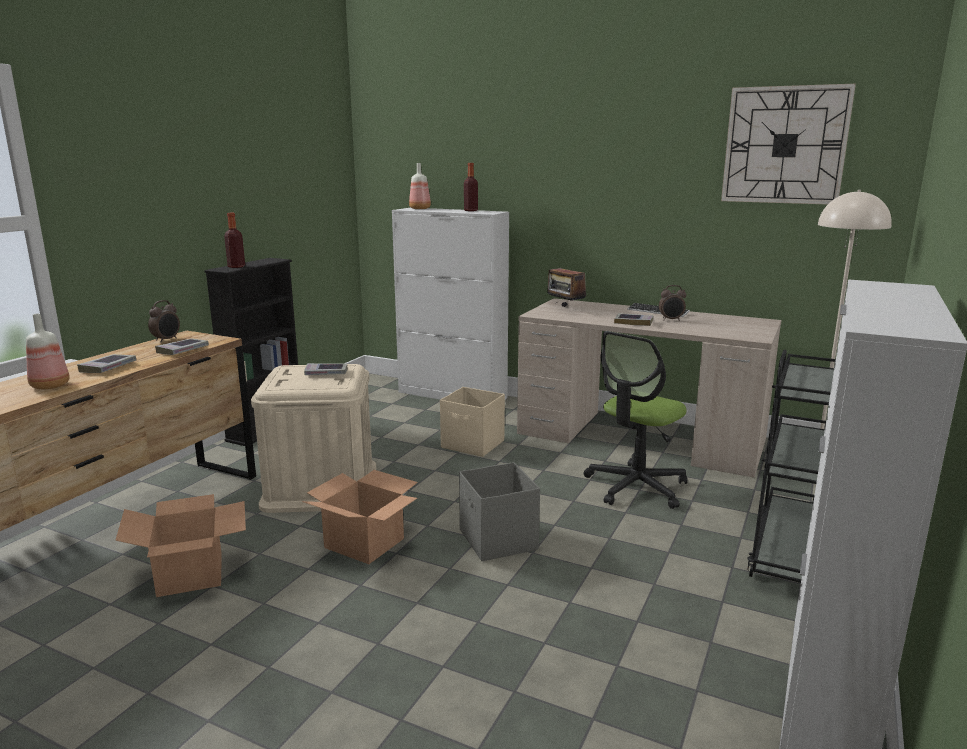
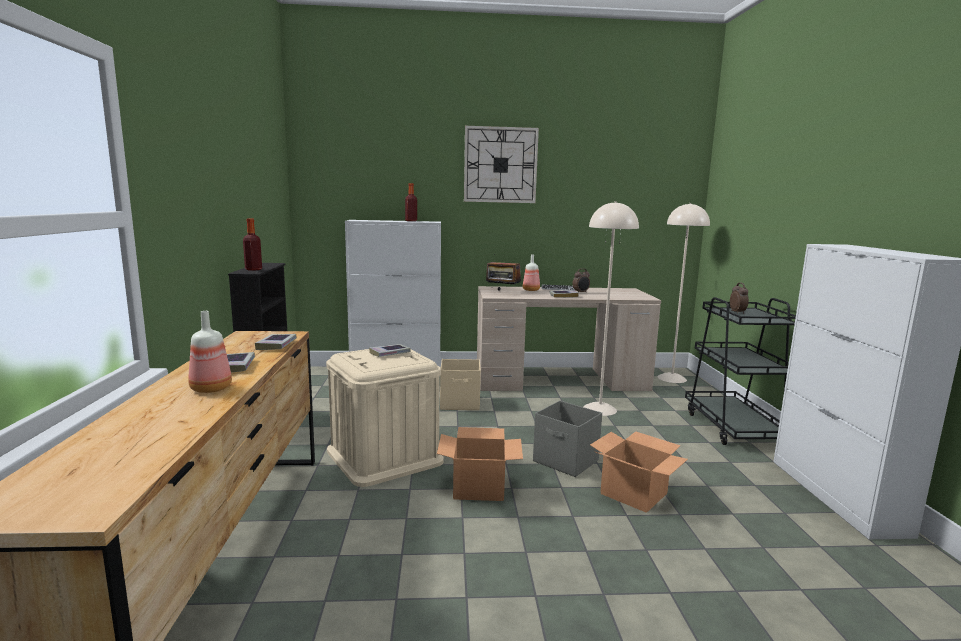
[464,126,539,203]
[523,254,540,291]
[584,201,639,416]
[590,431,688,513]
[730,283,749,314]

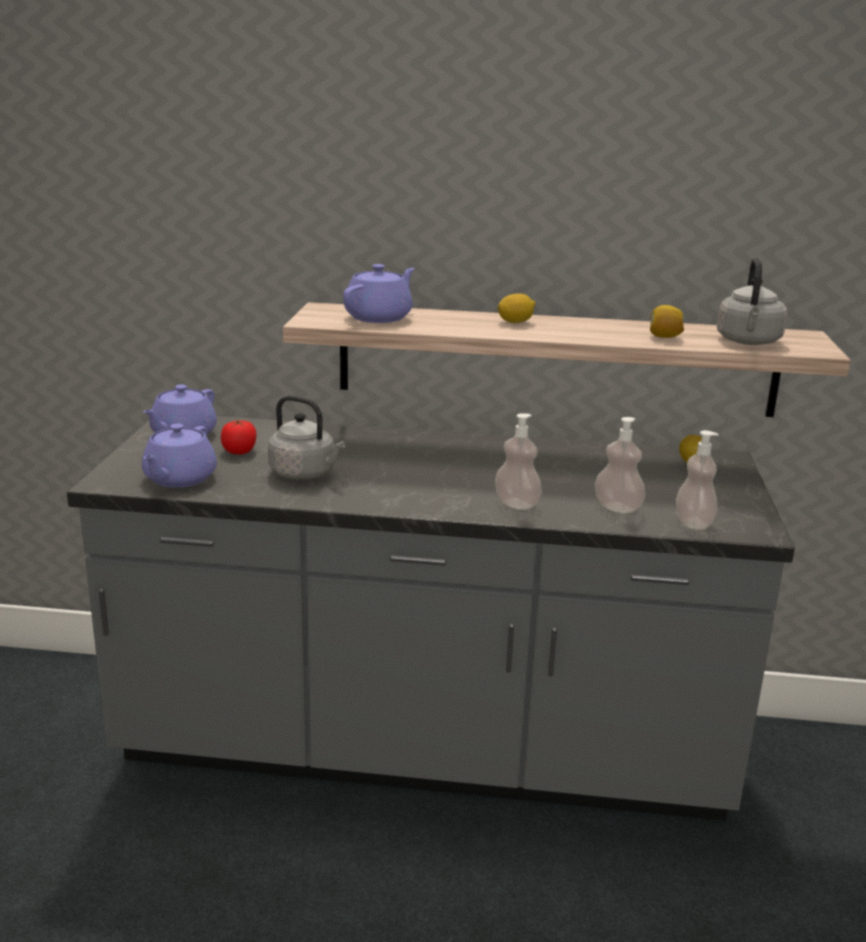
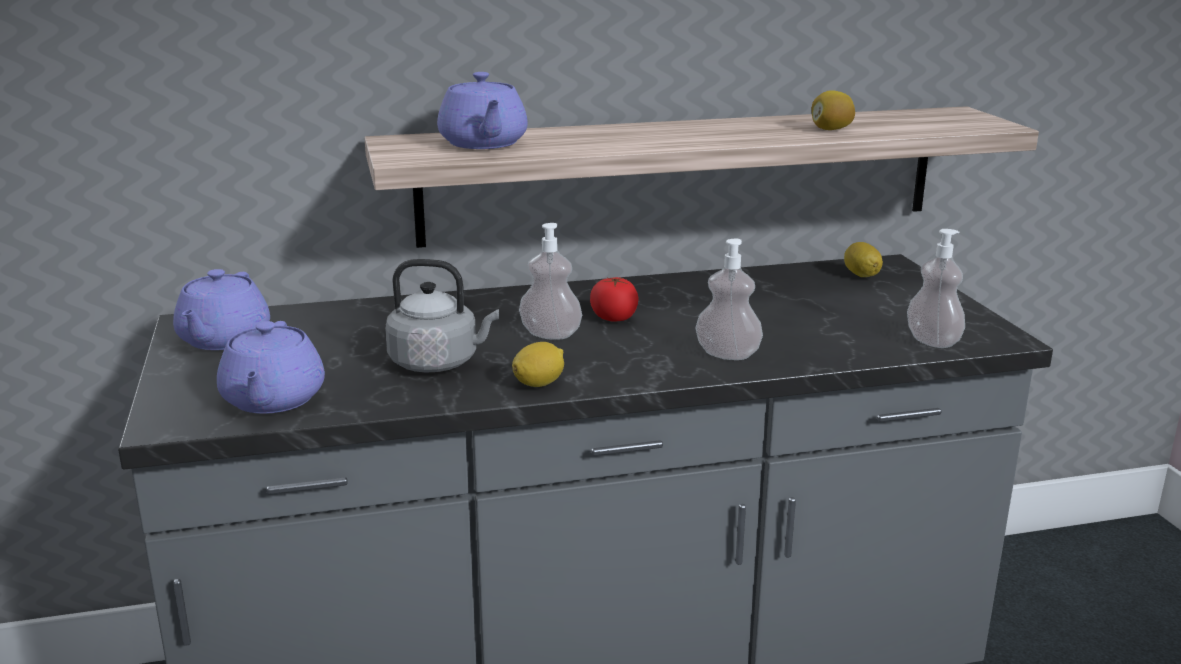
[437,72,528,149]
[512,342,564,387]
[519,223,582,340]
[590,277,639,321]
[717,258,787,345] (first image)

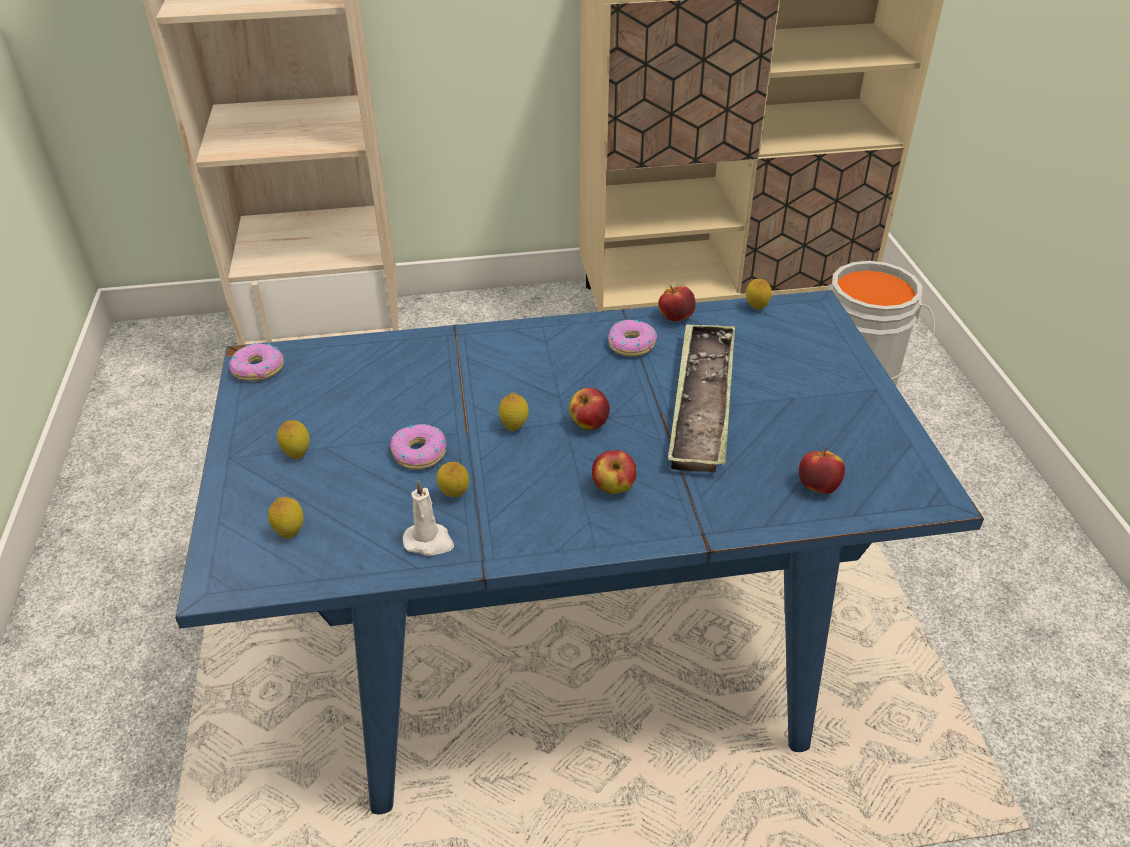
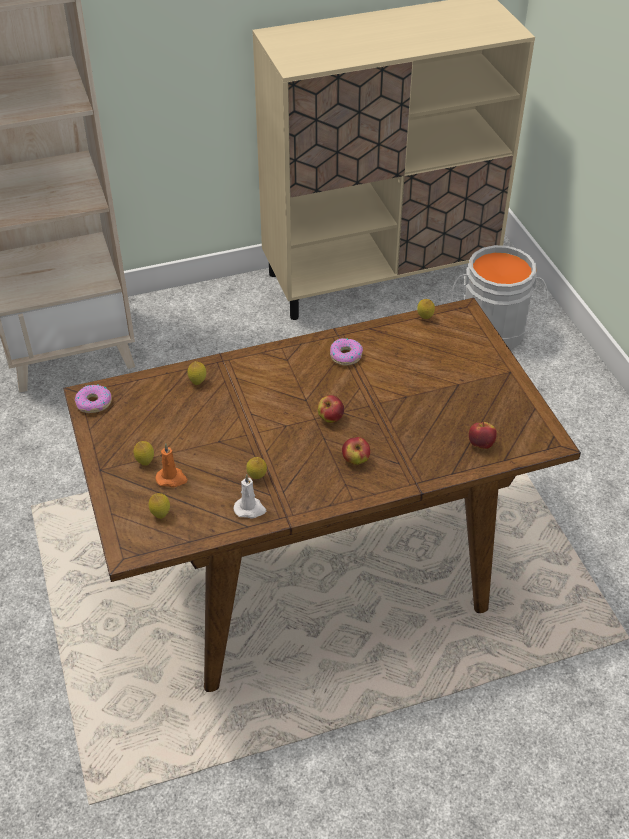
[63,298,581,692]
[155,443,188,487]
[188,361,206,385]
[390,424,446,469] (first image)
[658,285,695,321] (first image)
[668,323,735,473] (first image)

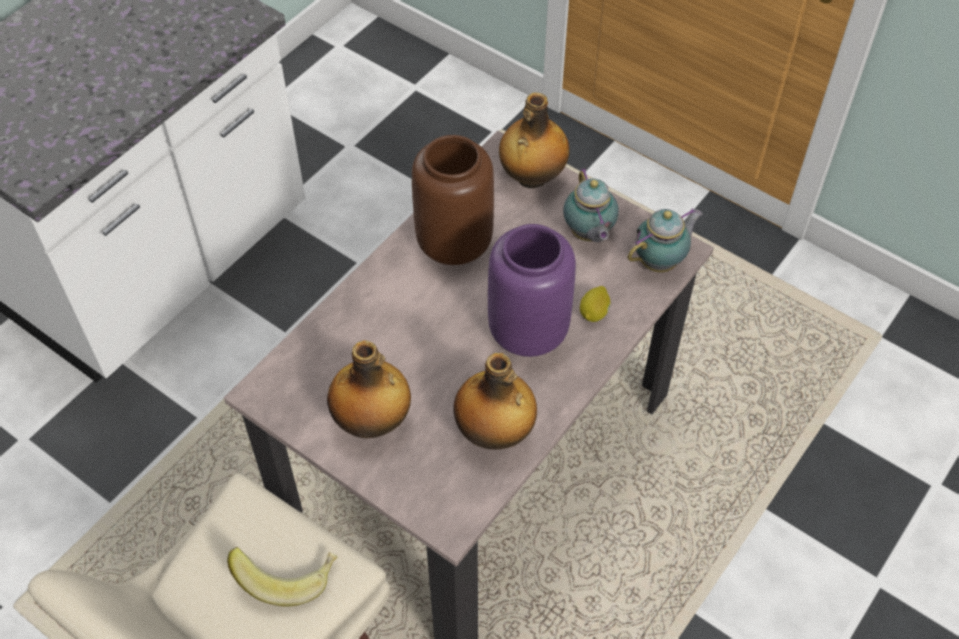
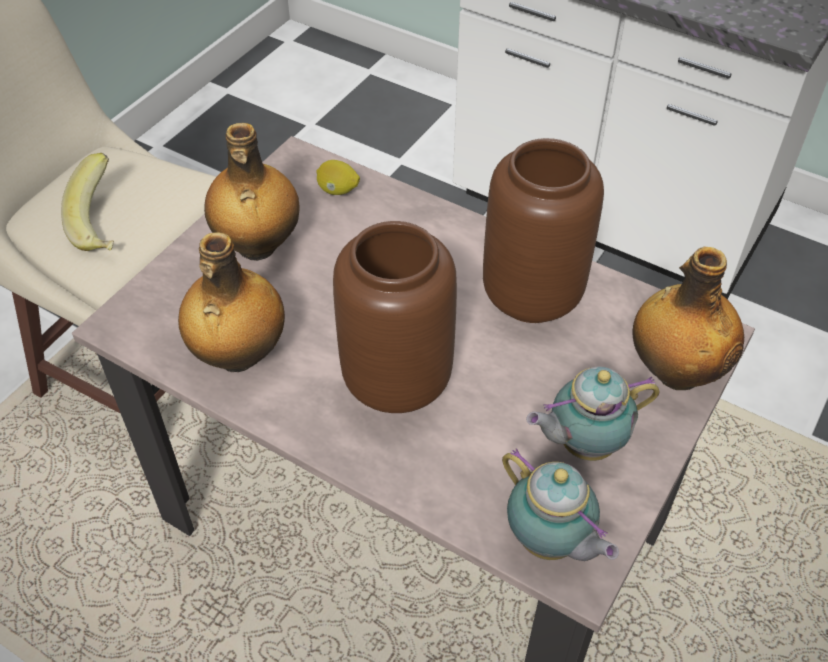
[316,160,360,195]
[333,221,457,413]

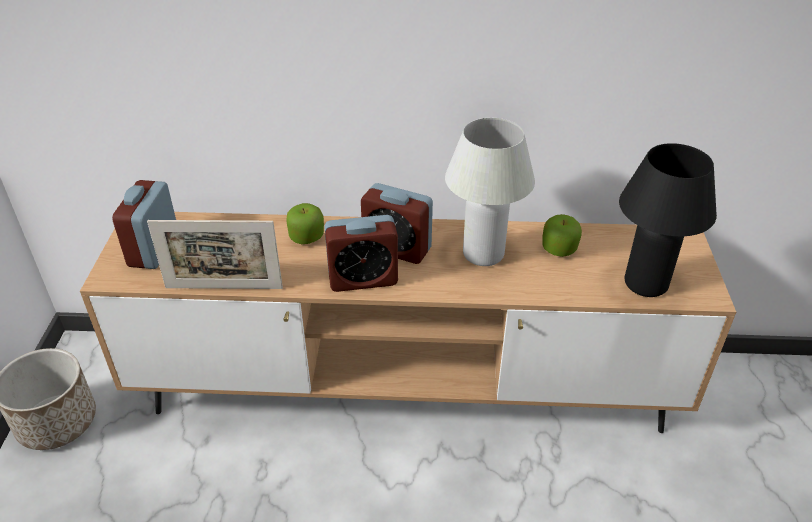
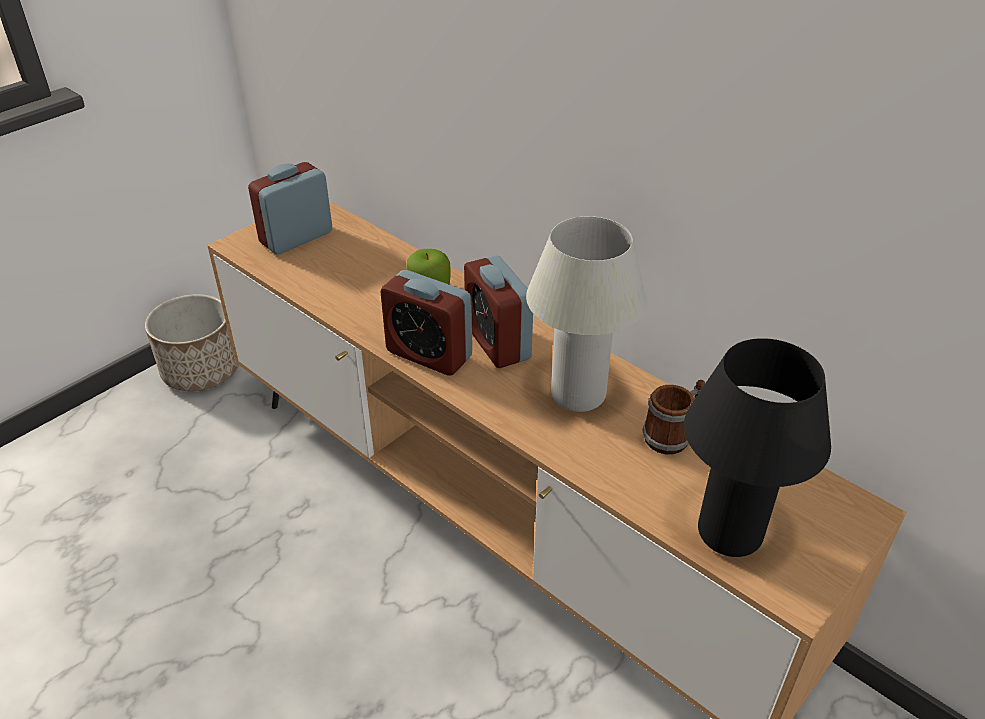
[642,380,705,454]
[147,220,283,289] (first image)

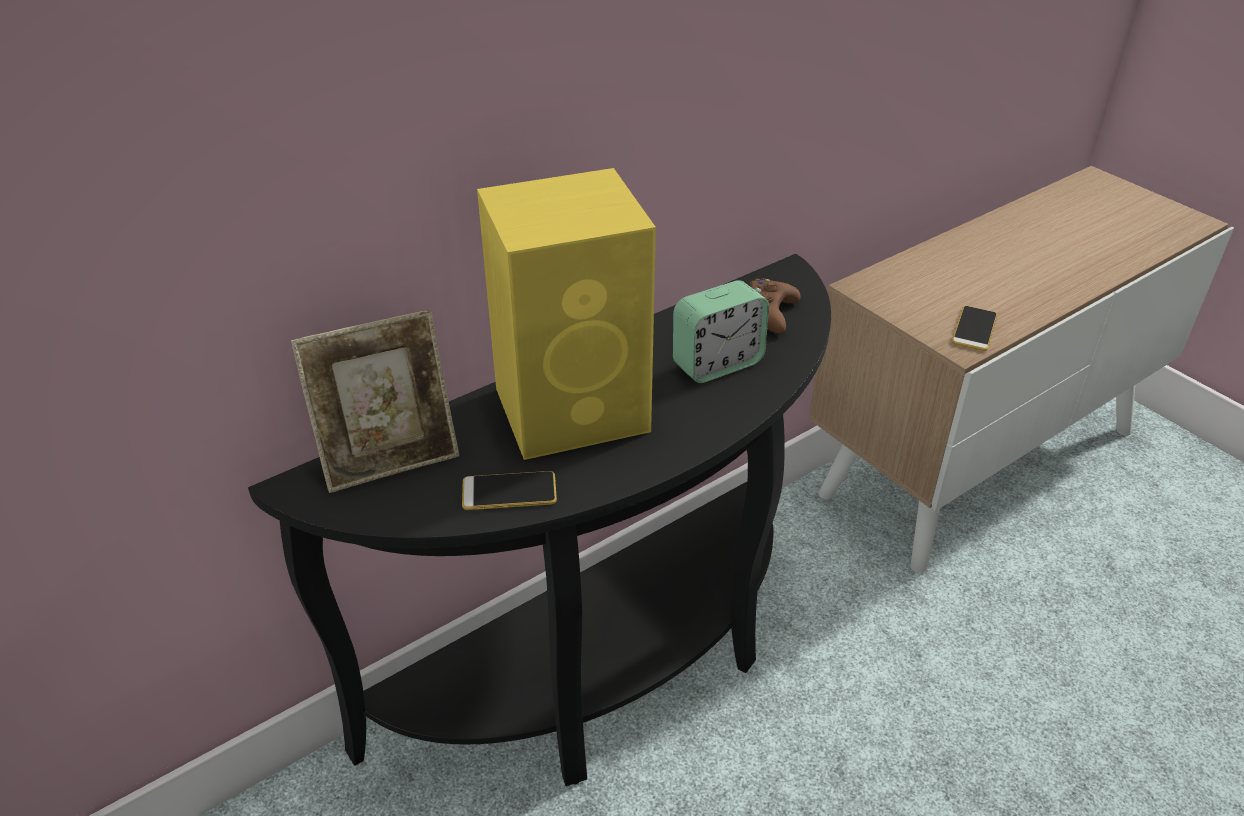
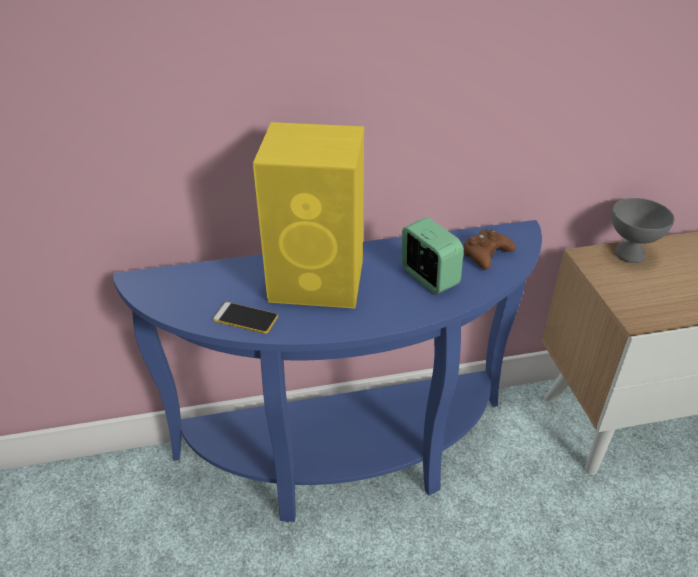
[113,220,542,522]
[402,217,464,294]
[612,198,674,263]
[291,309,459,493] (first image)
[952,306,998,351] (first image)

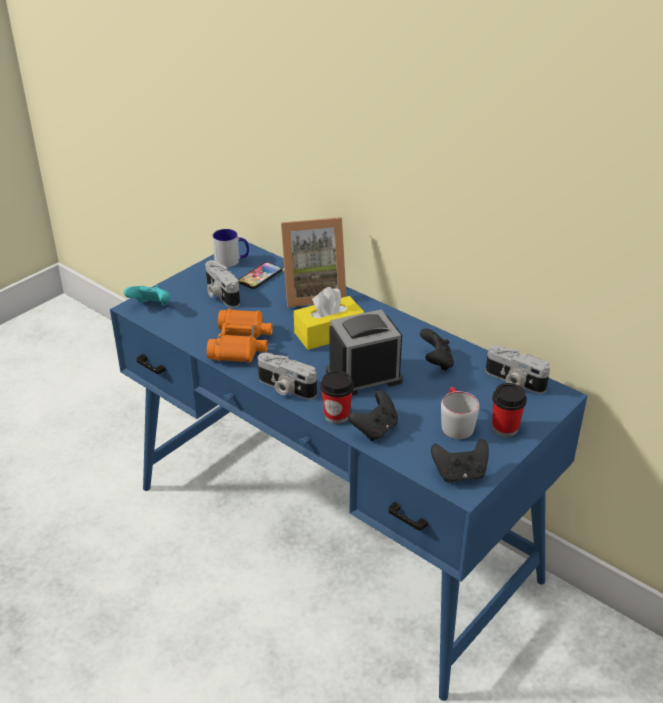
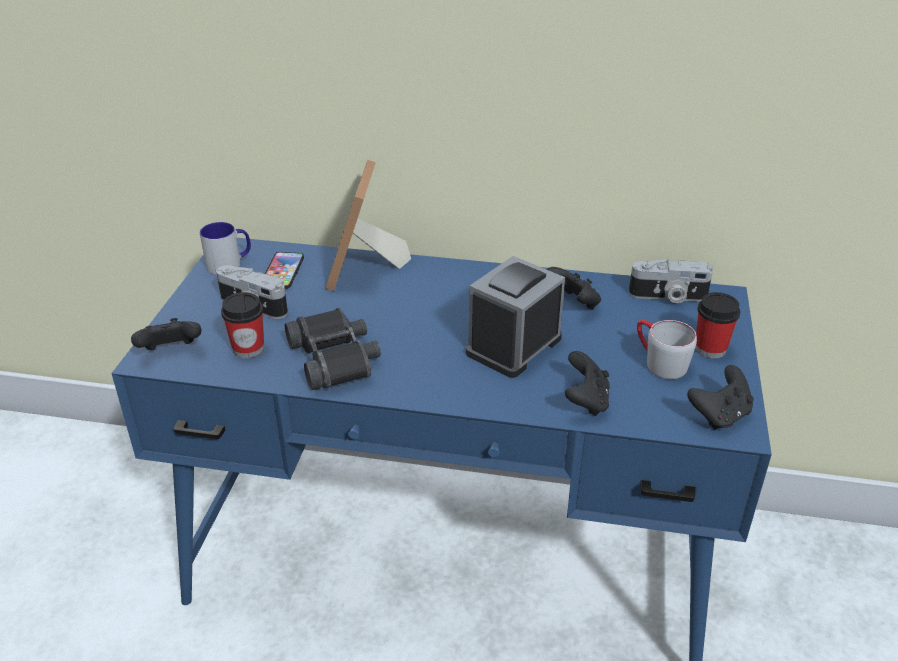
[131,318,201,350]
[221,292,264,358]
[285,308,381,390]
[325,160,411,291]
[258,353,317,399] (first image)
[294,287,365,350] (first image)

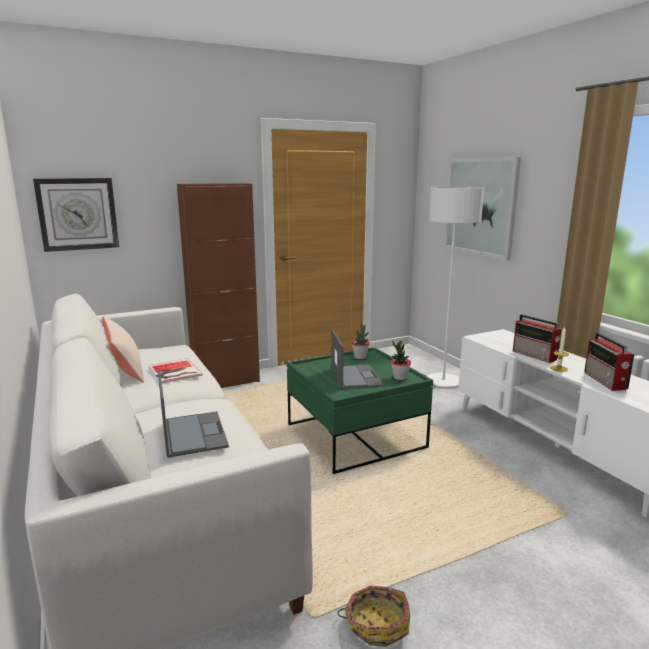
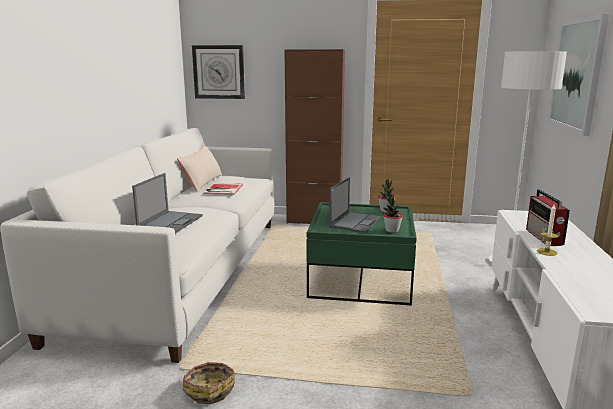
[584,333,634,391] (first image)

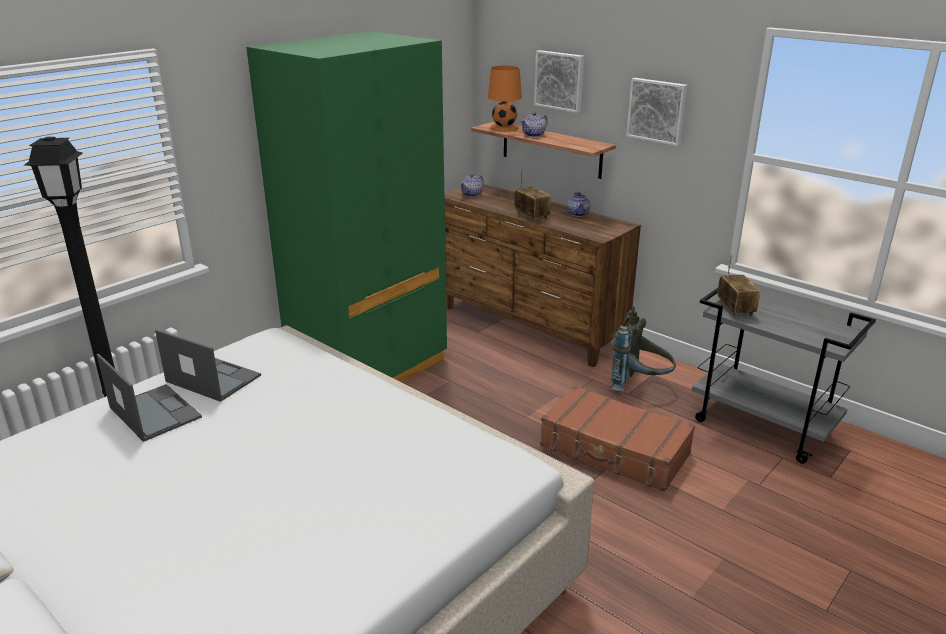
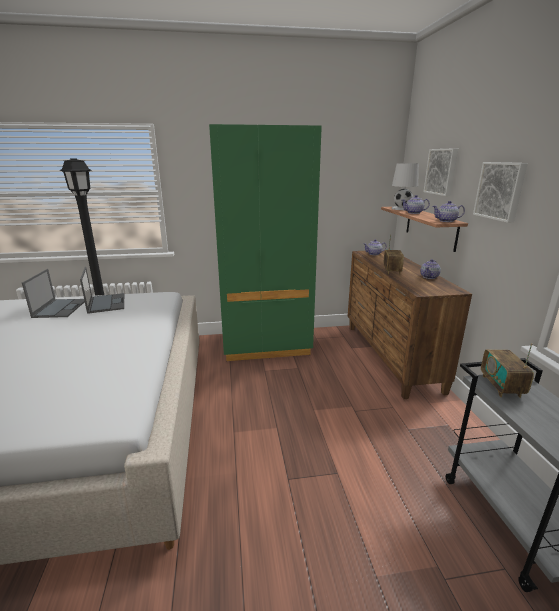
[391,163,419,210]
[433,201,465,222]
[481,343,534,398]
[540,386,695,492] (first image)
[610,306,676,391] (first image)

